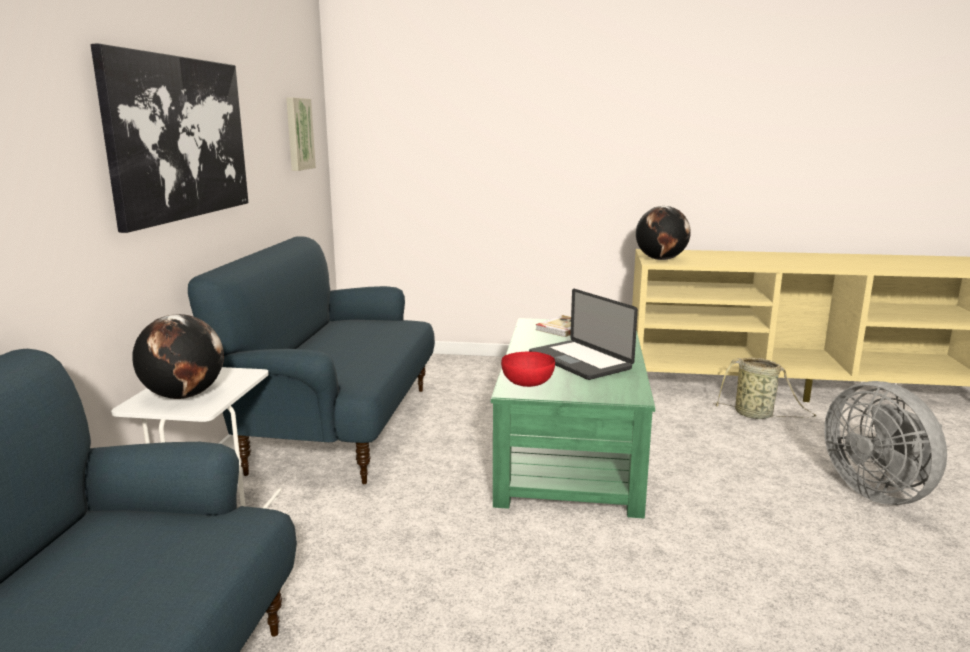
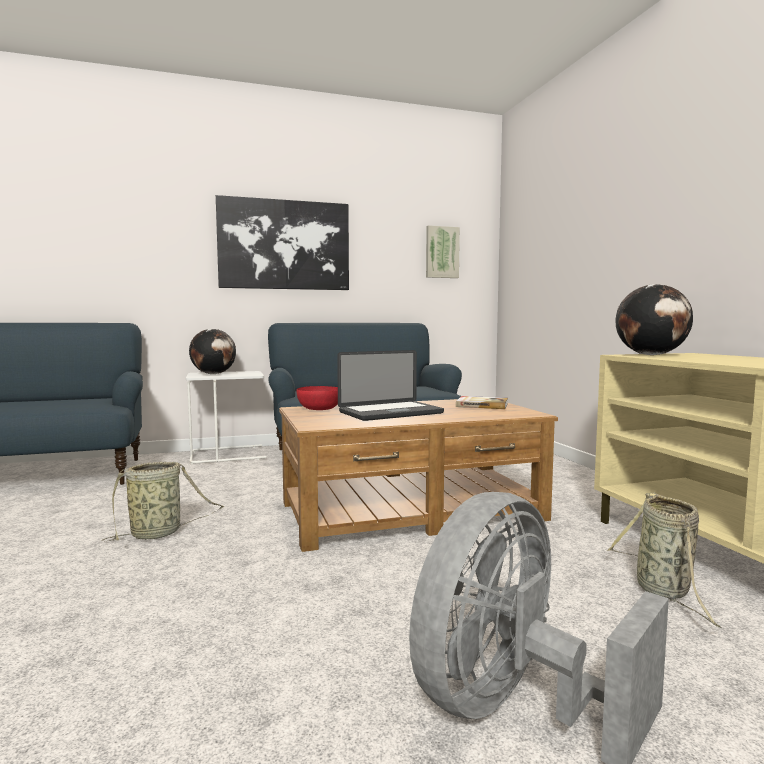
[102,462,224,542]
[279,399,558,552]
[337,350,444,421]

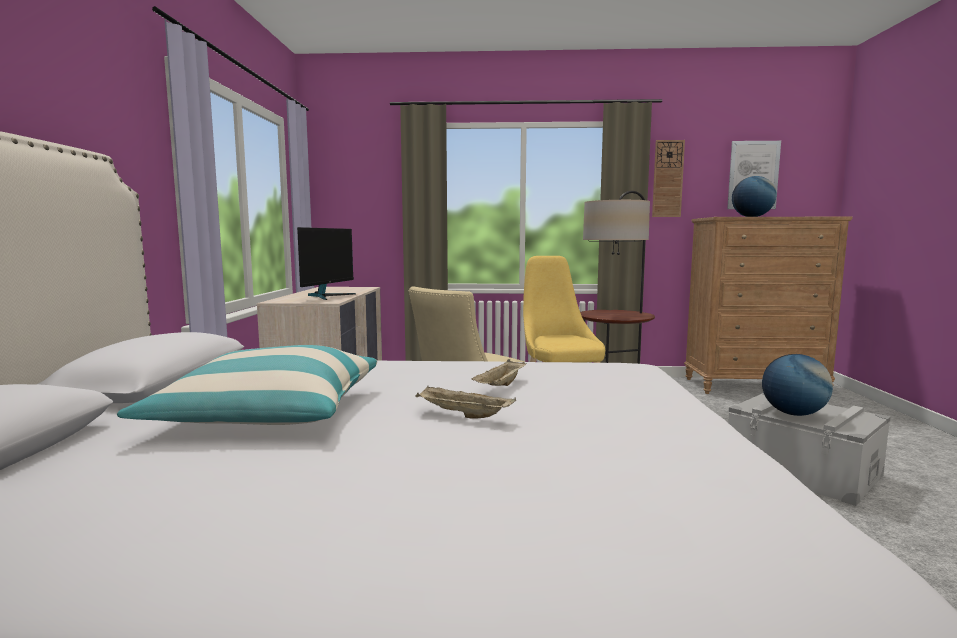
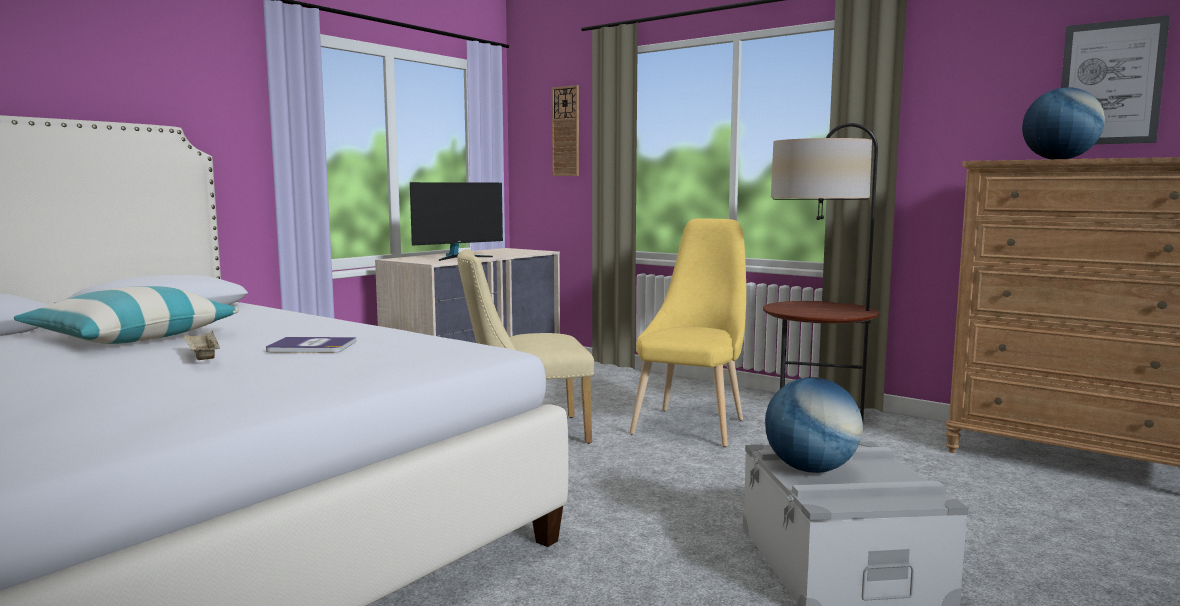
[266,337,356,353]
[552,85,579,176]

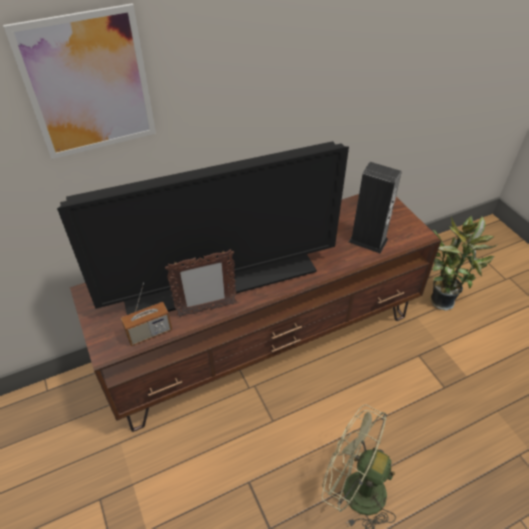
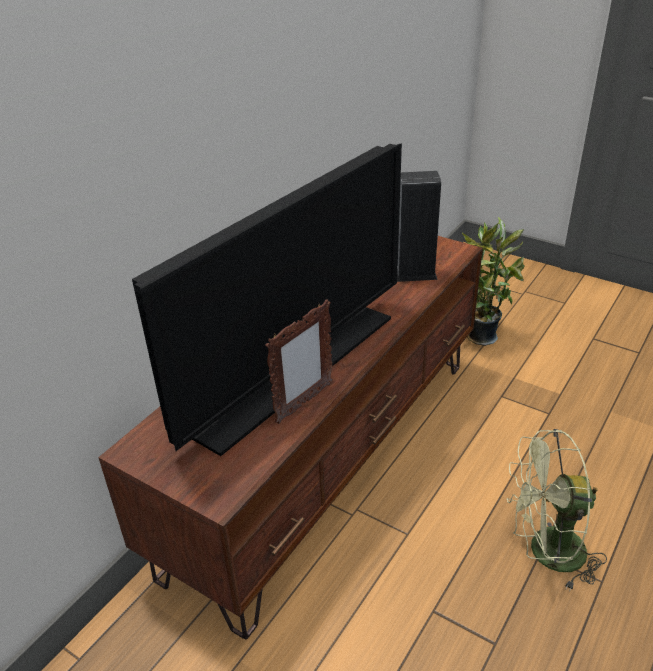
[3,3,156,159] (first image)
[121,283,172,346] (first image)

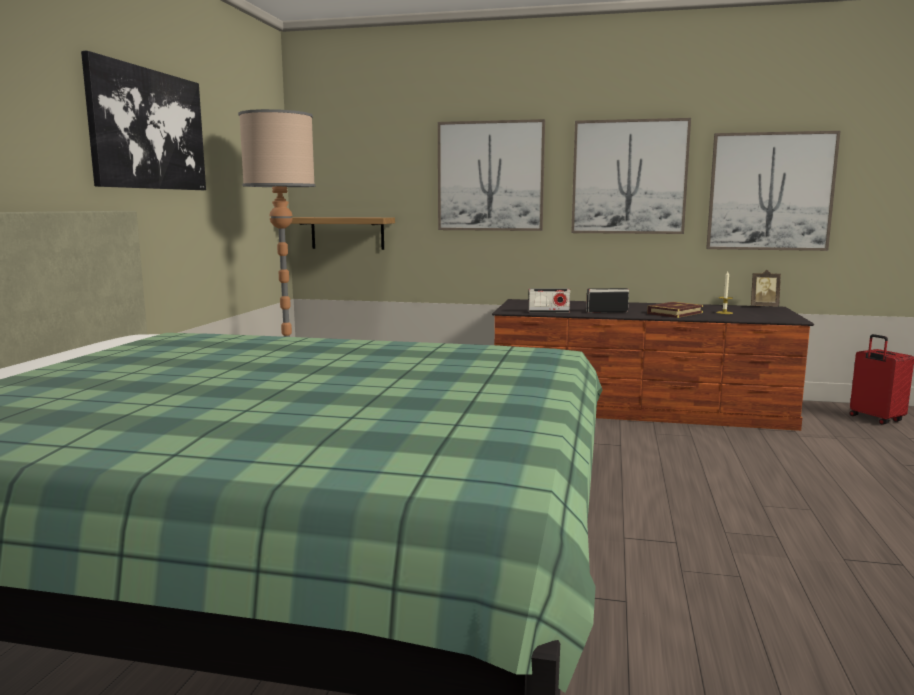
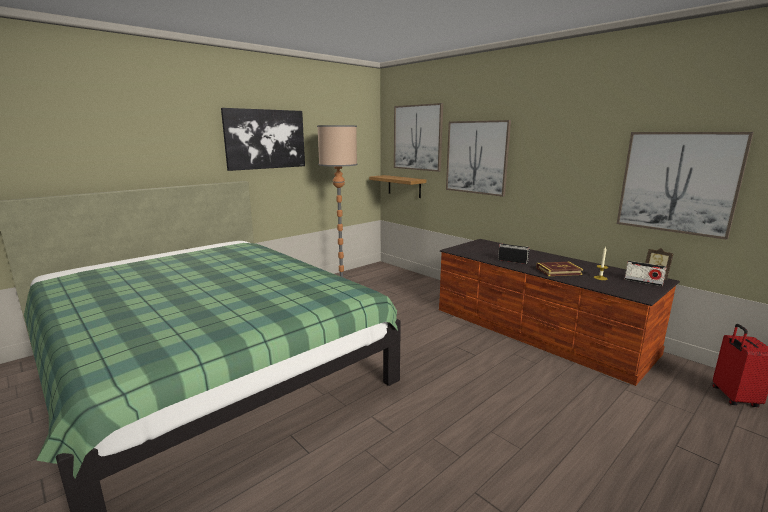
[394,103,443,172]
[625,261,667,286]

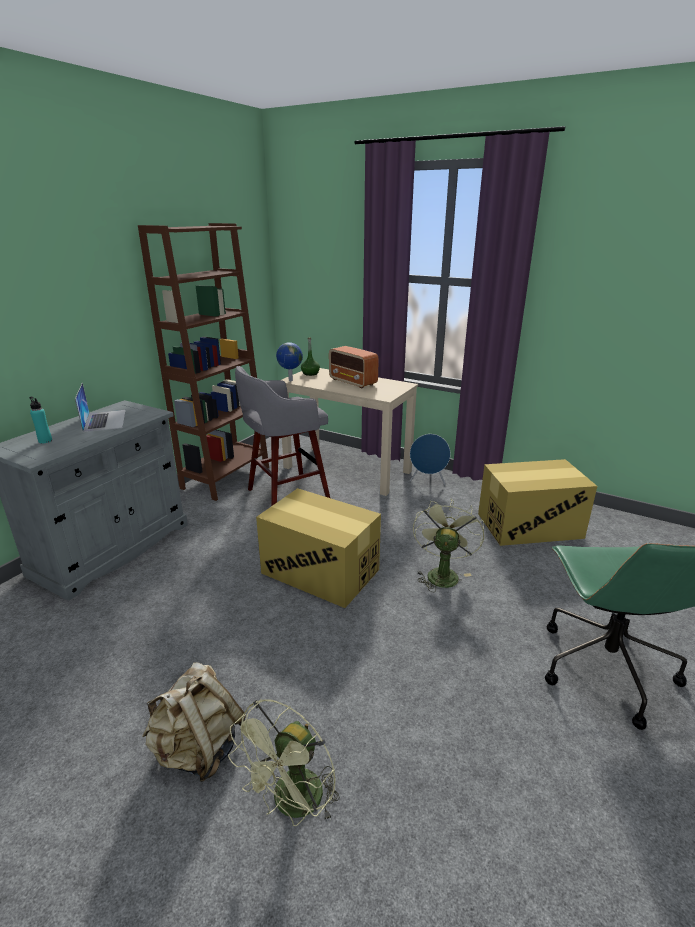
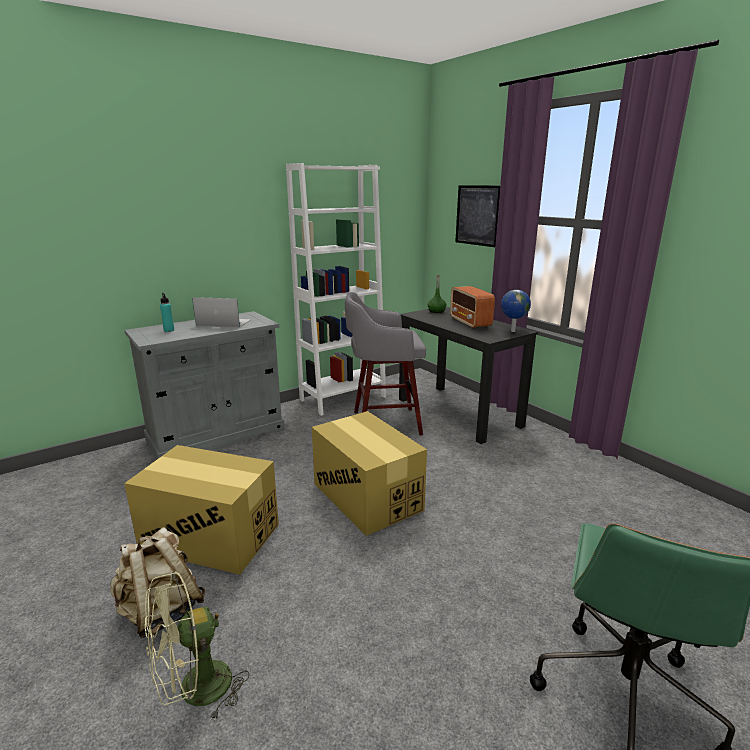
[124,445,279,575]
[192,297,251,328]
[286,163,386,416]
[399,307,538,444]
[455,185,500,247]
[501,290,531,332]
[410,434,450,486] (first image)
[413,499,484,592] (first image)

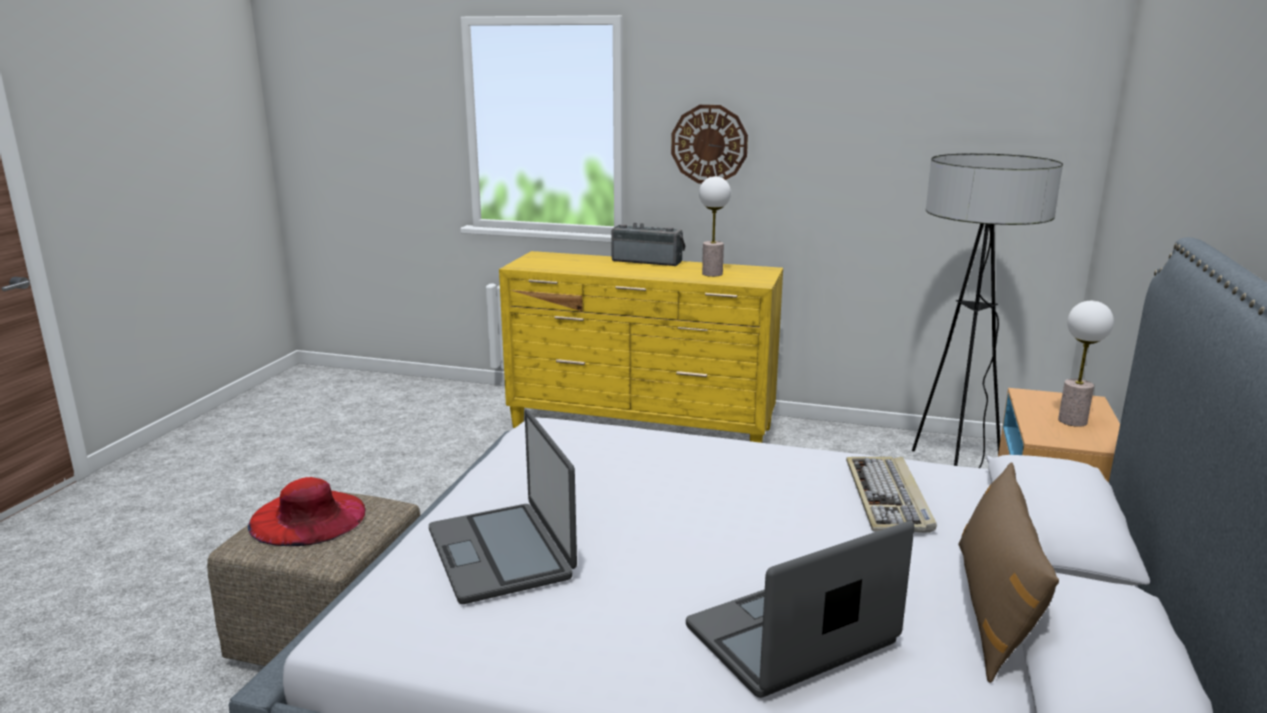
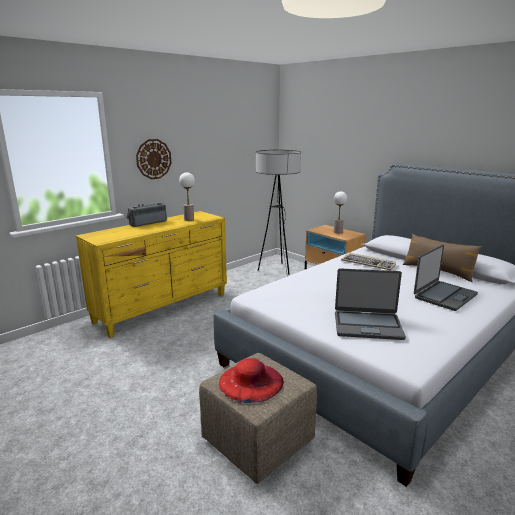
[414,244,478,311]

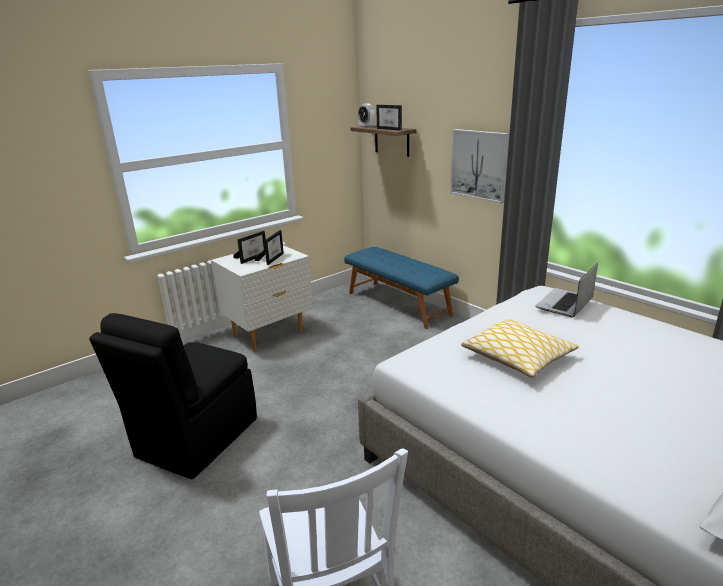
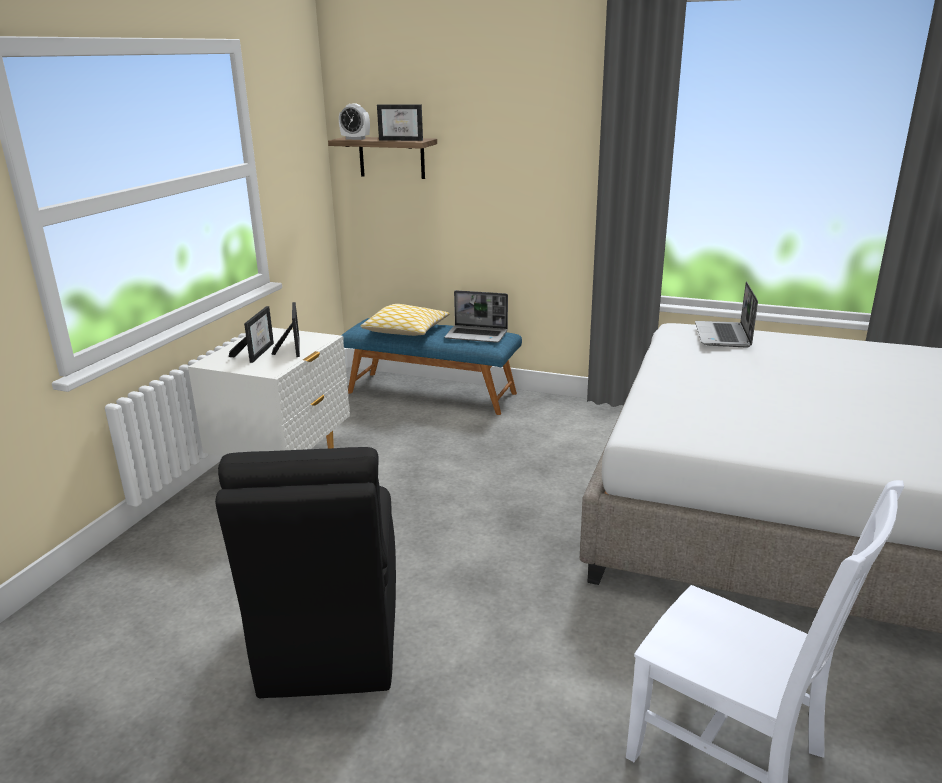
[360,304,450,336]
[445,290,508,343]
[450,129,509,203] (first image)

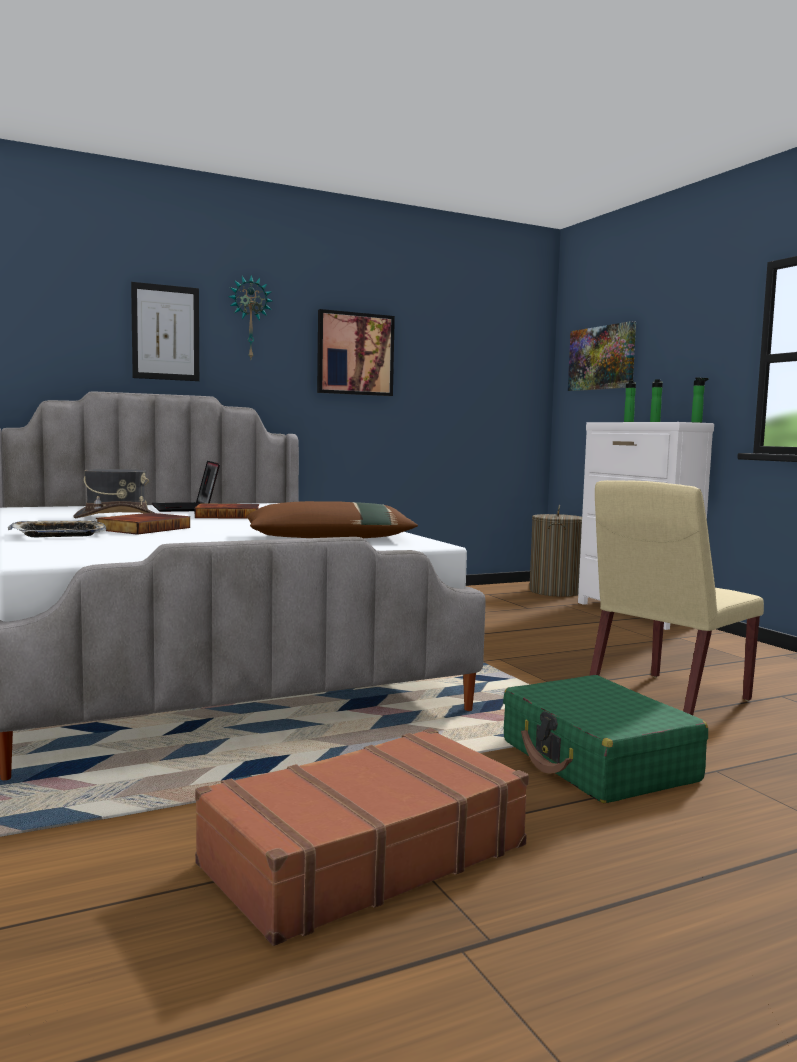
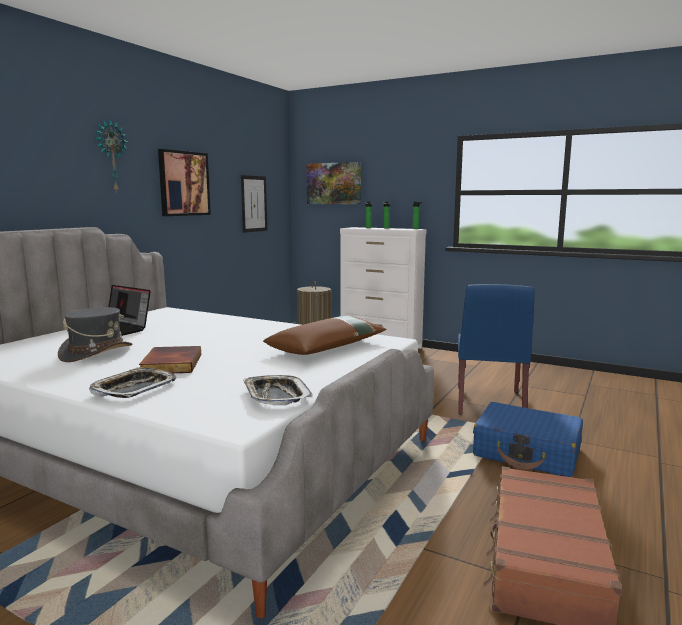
[241,175,267,233]
[243,375,313,405]
[458,284,535,415]
[473,402,583,477]
[195,503,259,519] (first image)

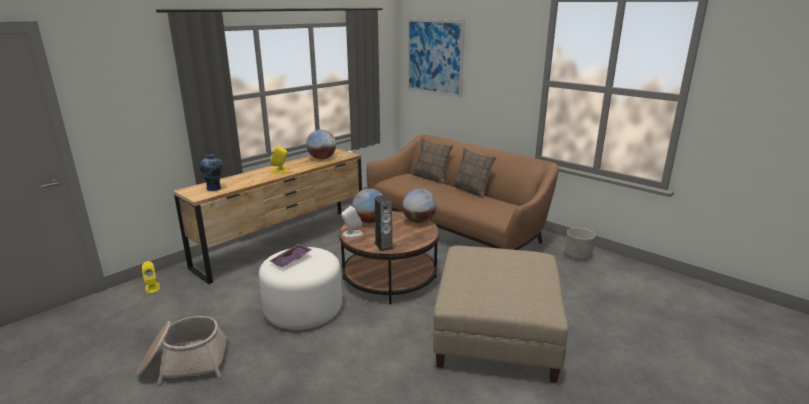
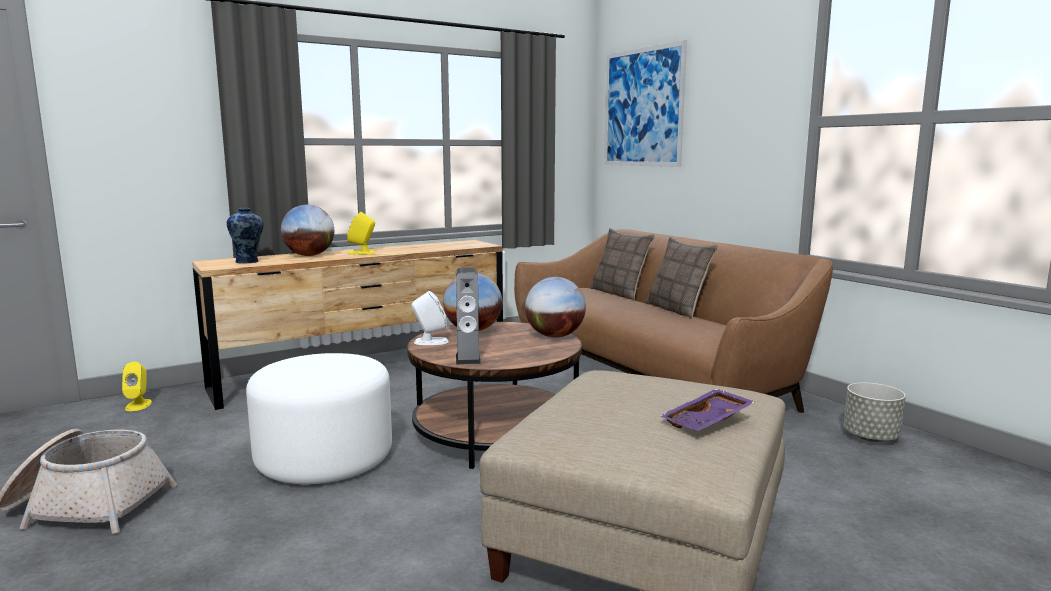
[281,205,334,256]
[660,389,755,431]

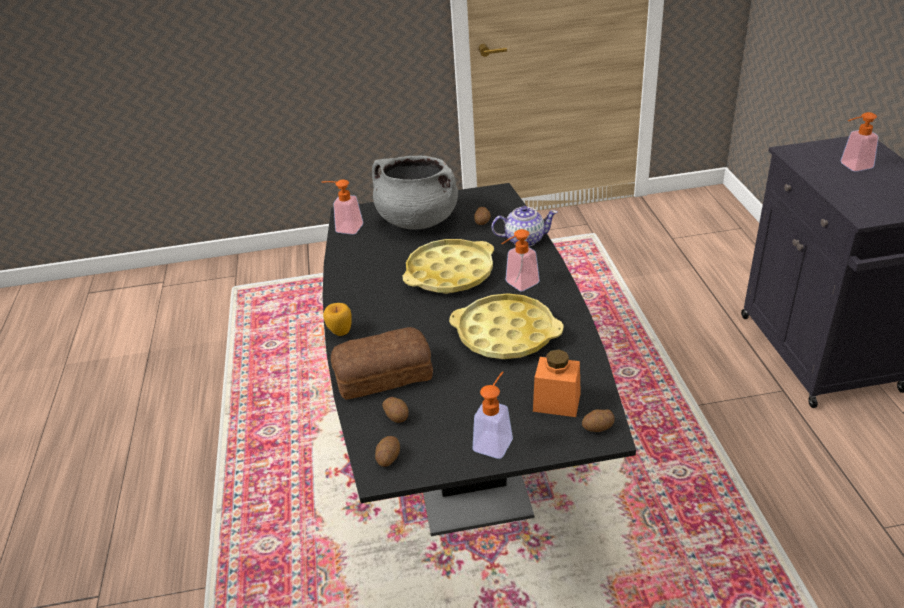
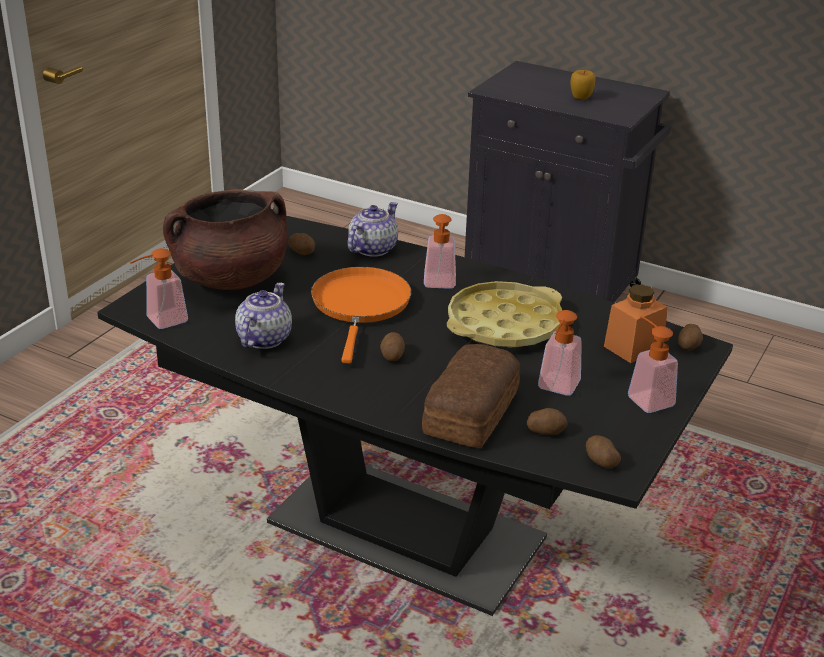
[163,189,287,290]
[235,283,292,349]
[311,267,411,363]
[380,332,405,361]
[538,310,582,396]
[570,70,596,99]

